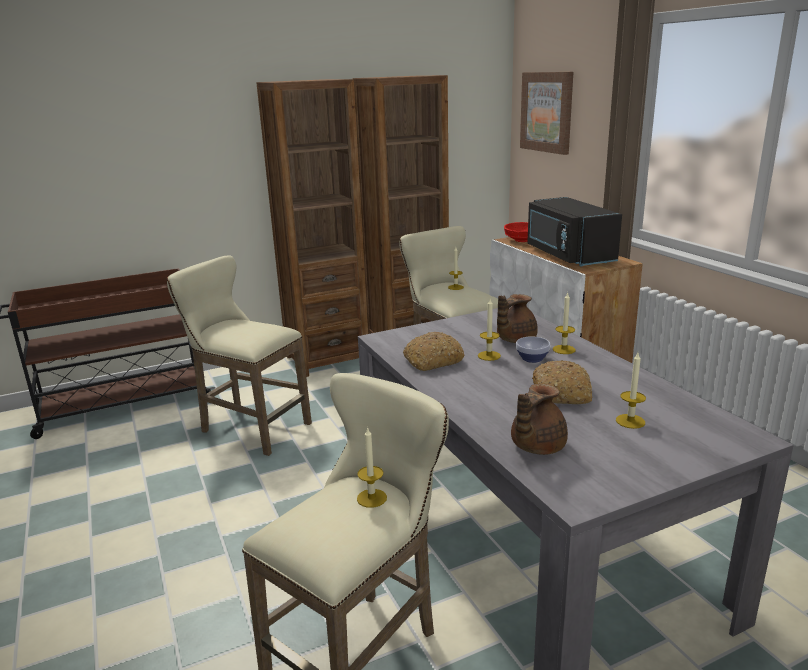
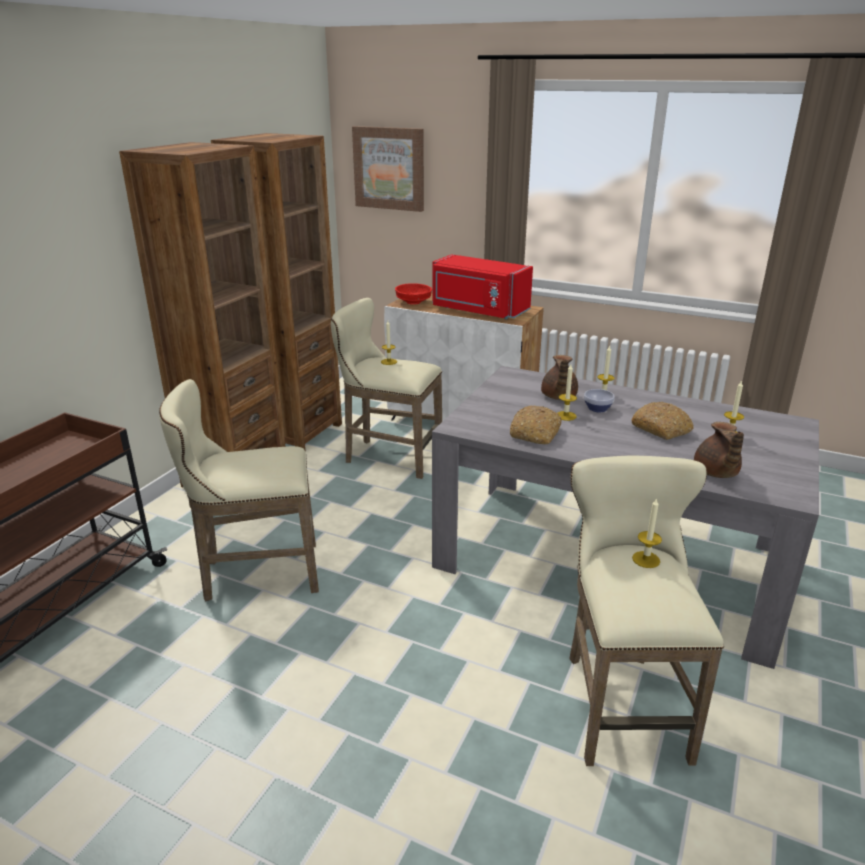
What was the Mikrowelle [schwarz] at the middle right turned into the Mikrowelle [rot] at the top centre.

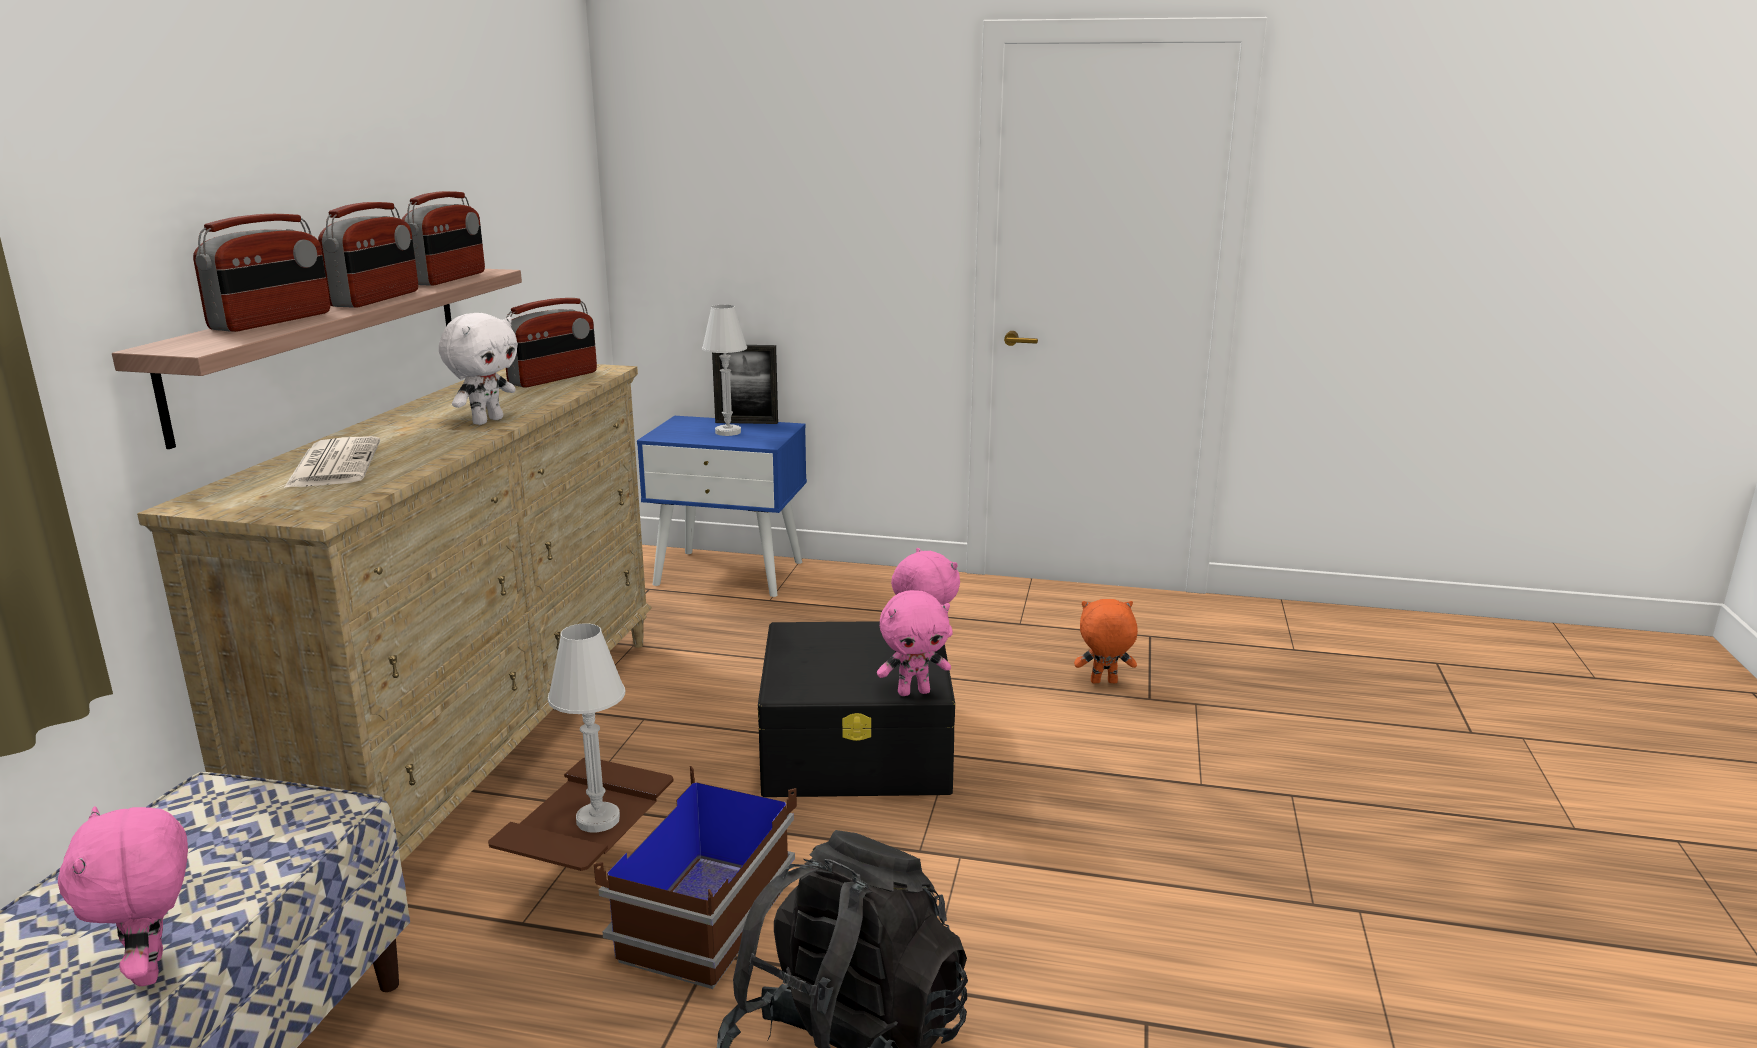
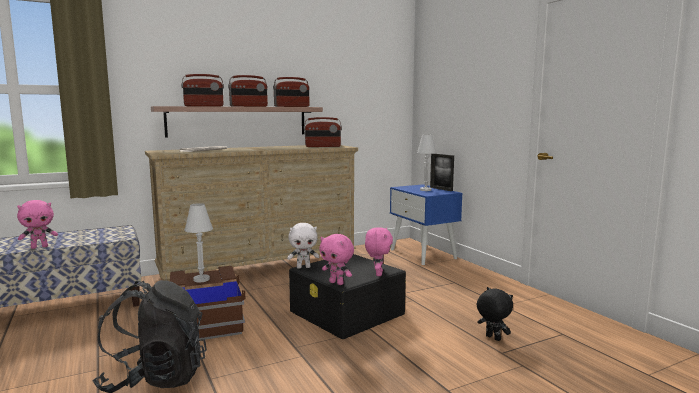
The Plüschtier [rosa] (1st from left) at the bottom left ended up facing another way, 150 degrees counterclockwise from before. The Plüschtier [weiß] ended up elsewhere, having gone from the middle left to the centre. What was the Plüschtier [orange] at the centre turned into the Plüschtier [schwarz] at the bottom right.

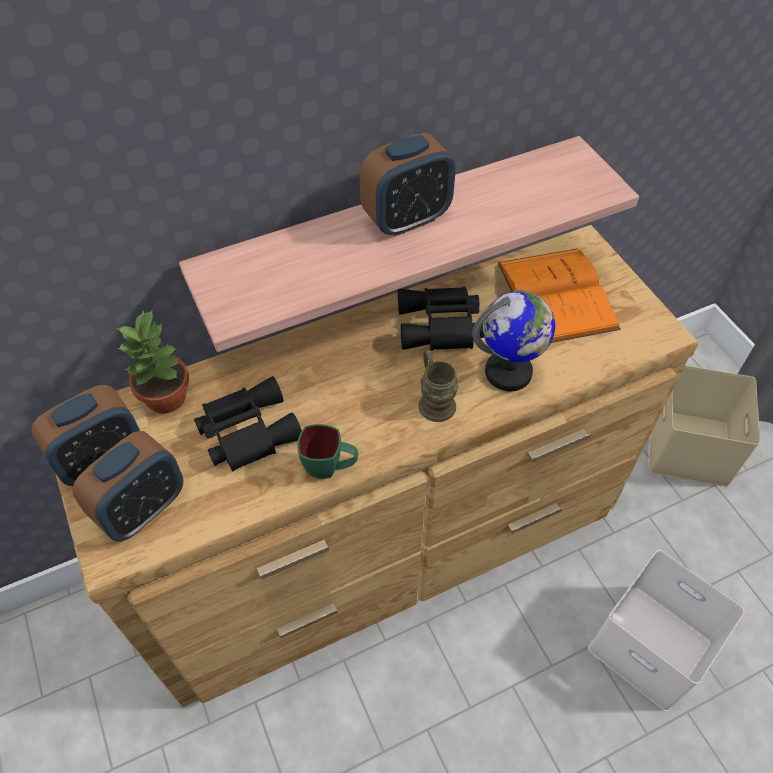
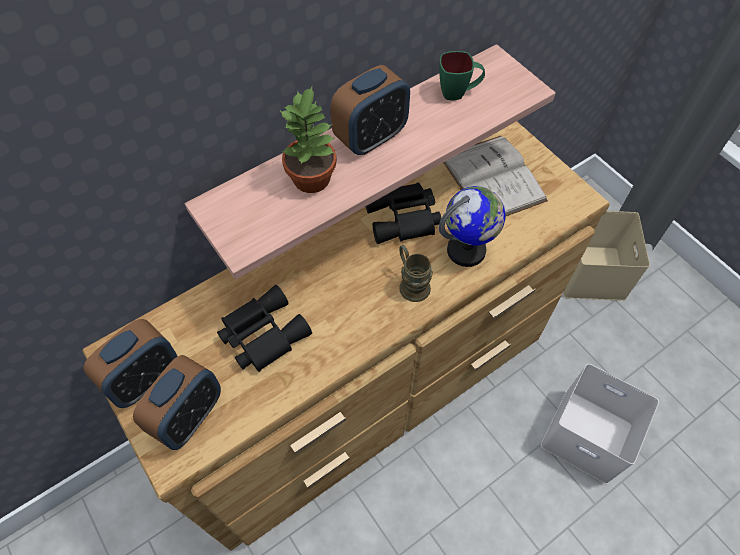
The Topfpflanze ended up elsewhere, having gone from the middle left to the top centre. The Henkelbecher [grün] ended up elsewhere, having gone from the centre to the top centre. What was the Buch [orange] at the middle right turned into the Buch [weiß] at the top right.

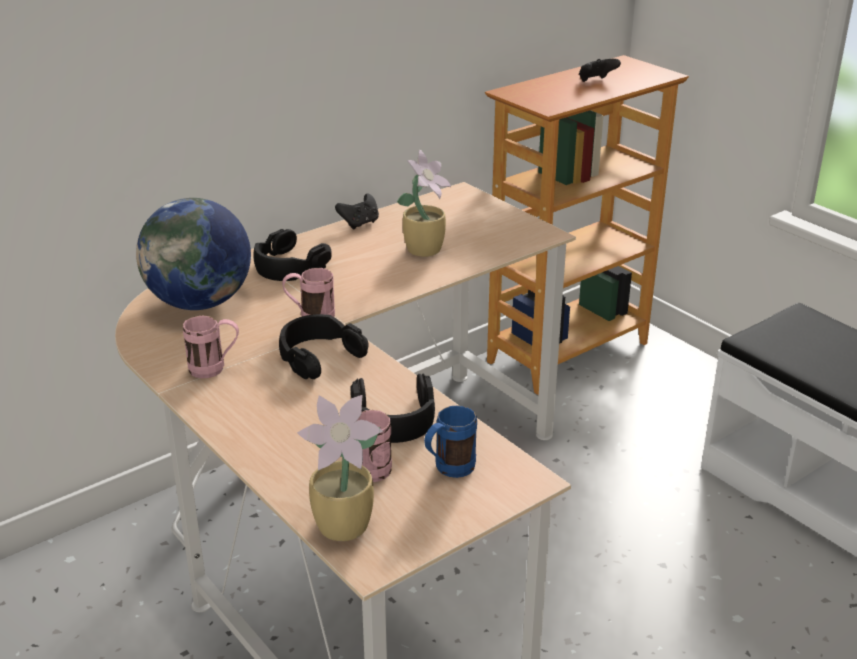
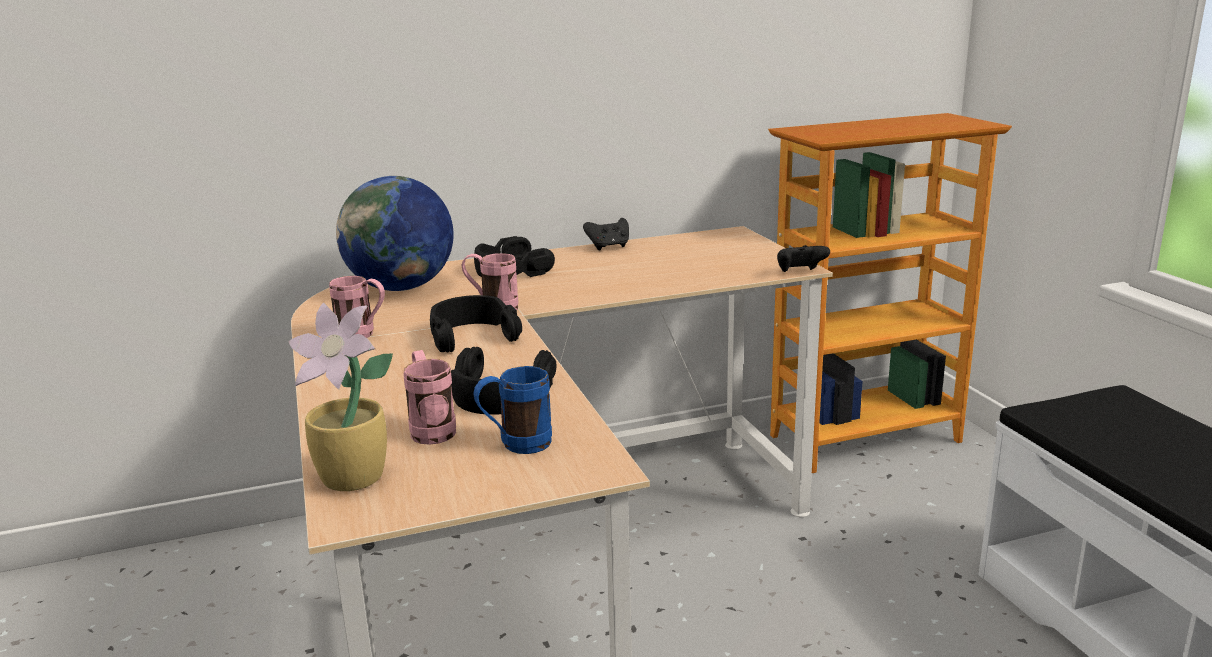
The second view lost the Topfpflanze (2nd from left) at the top centre. The Gamepad [schwarz] (2nd from left) ended up elsewhere, having gone from the top right to the centre.

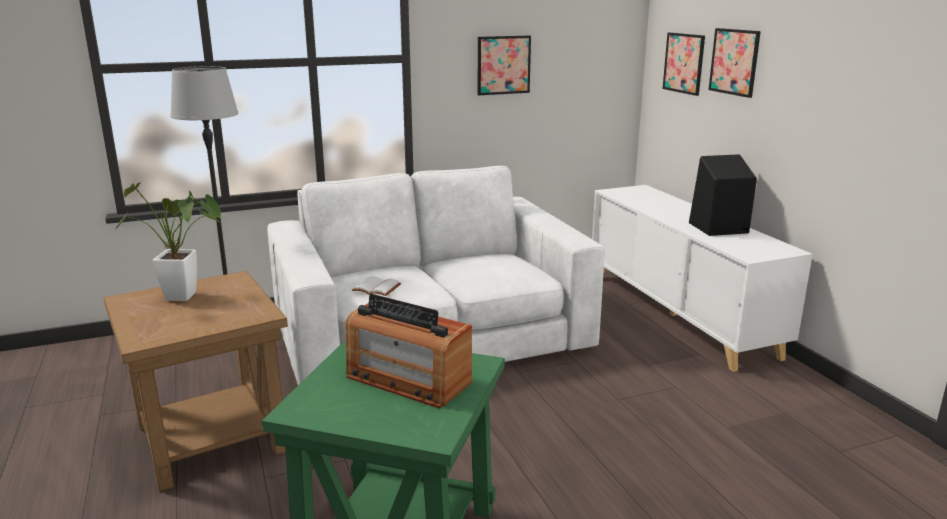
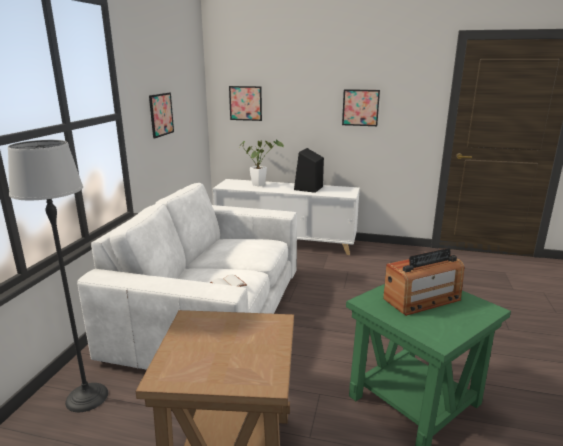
The Topfpflanze ended up elsewhere, having gone from the middle left to the centre. The Bild (3rd from left) ended up elsewhere, having gone from the top right to the top centre.

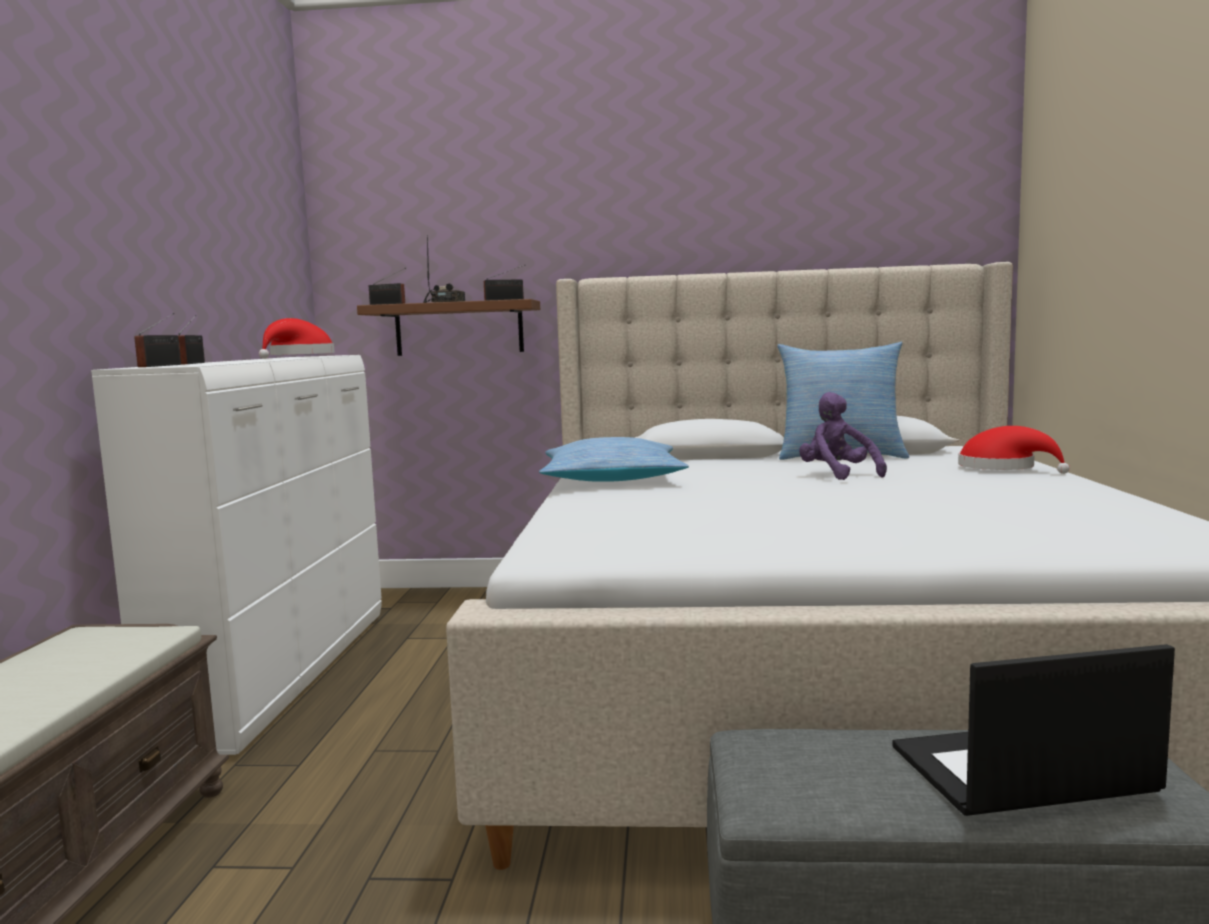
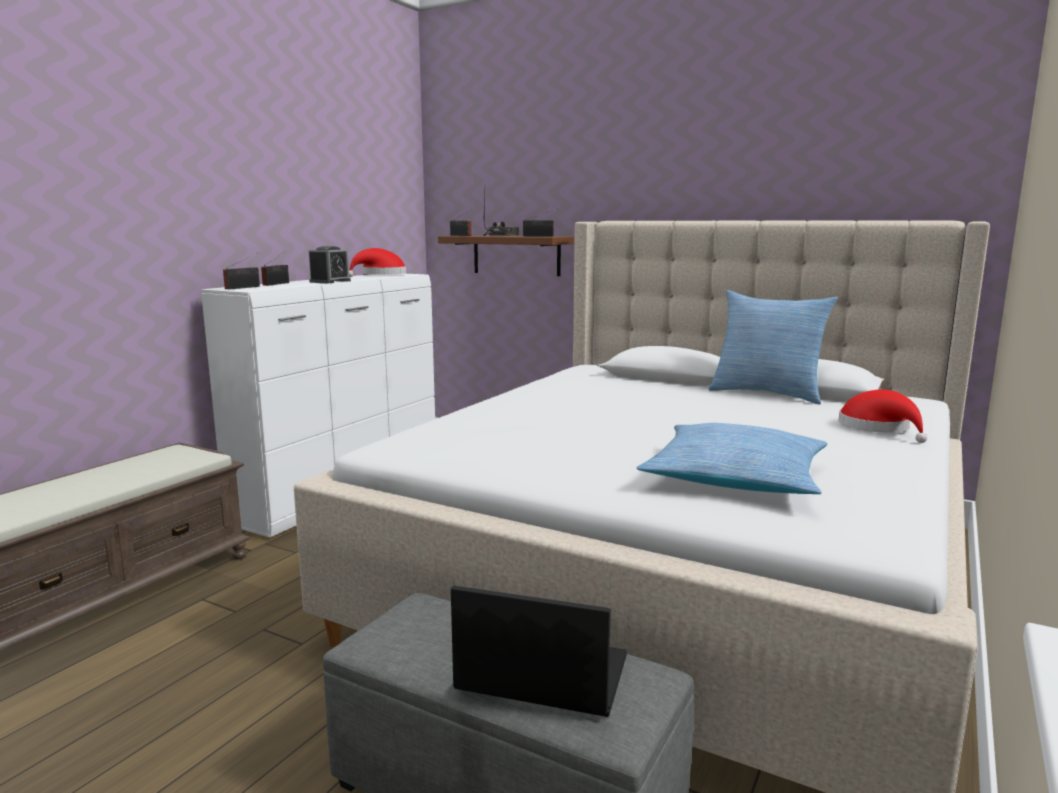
The Kissen (1st from left) ended up elsewhere, having gone from the centre to the middle right. The second view lost the Plüschtier [lila] at the middle right. The second view gained the Wecker at the top left.

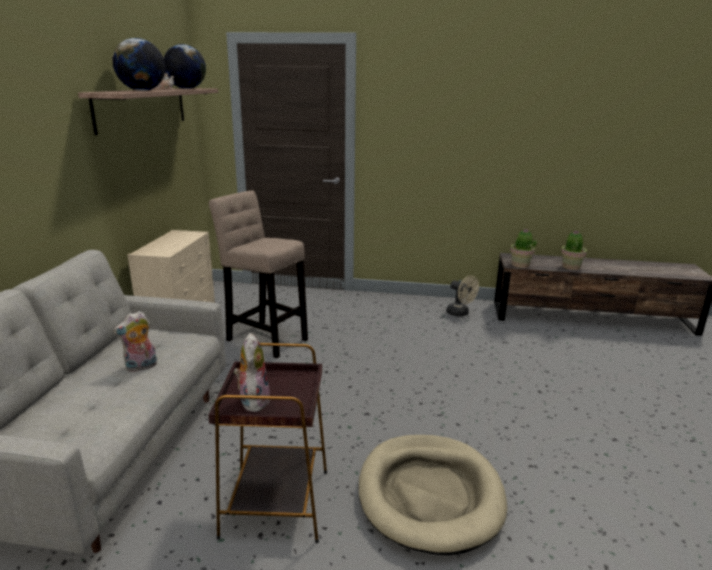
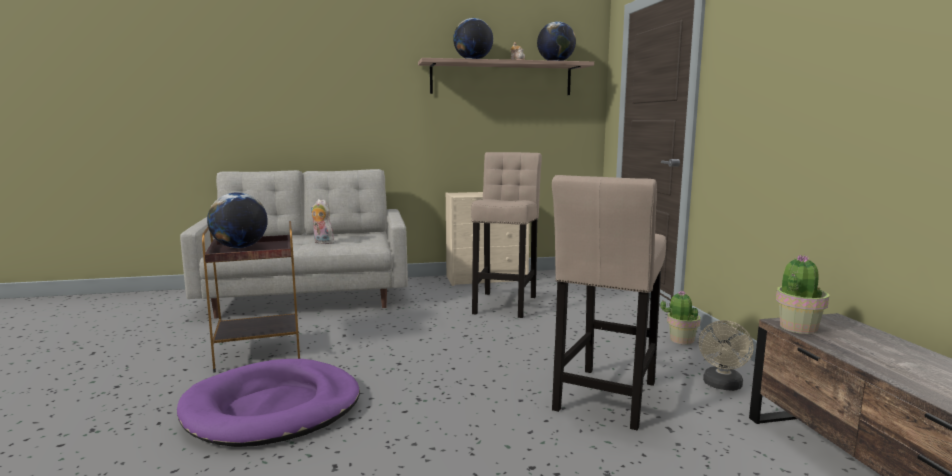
Where the Plüschtier (2nd from left) stood at the centre, the Globus (1st from left) came to stand at the middle left. What was the Hundebett [beige] at the bottom centre turned into the Hundebett [lila] at the bottom left. The Topfpflanze (2nd from left in the first image) ended up elsewhere, having gone from the middle right to the bottom right. The second view gained the Hocker [beige] (2nd from left) at the centre.

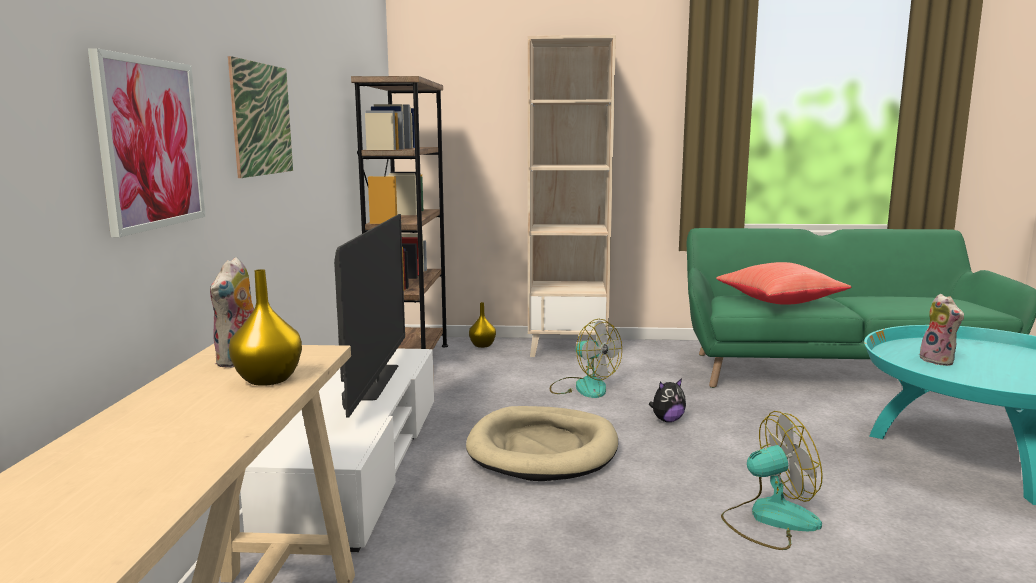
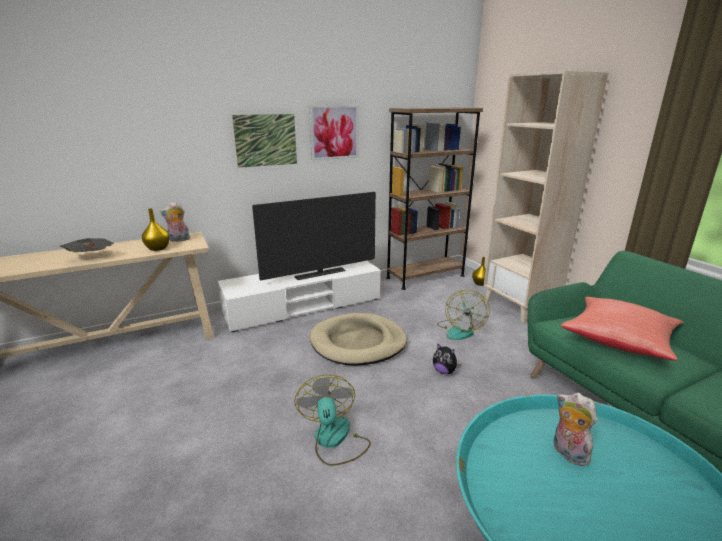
The Bild (1st from left in the first image) ended up elsewhere, having gone from the top left to the top centre. The Ventilator (2nd from left in the first image) at the bottom right ended up facing another way, 150 degrees counterclockwise from before. The Plüschtier (3rd from left) at the middle right ended up facing another way, 105 degrees clockwise from before. The second view gained the Zeitung at the middle left.

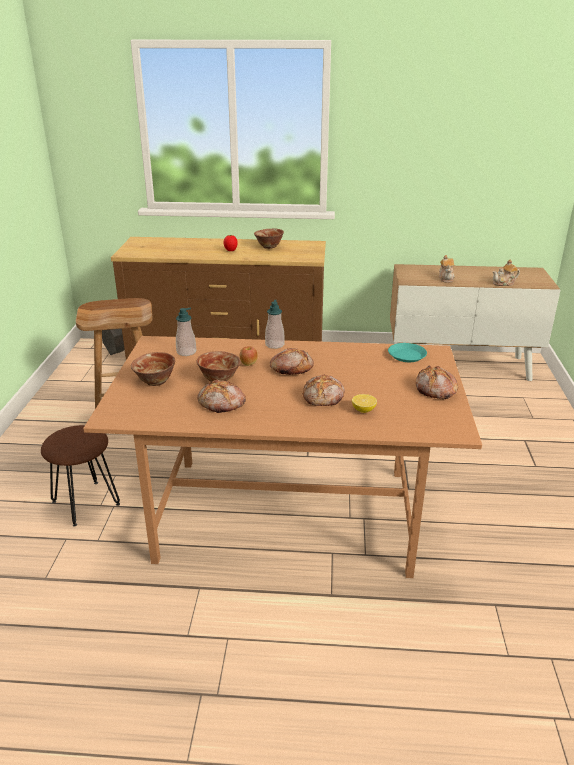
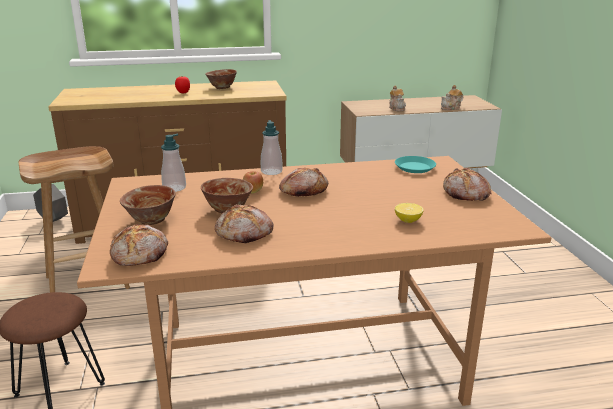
The Brot (3rd from left in the first image) ended up elsewhere, having gone from the centre to the middle left.

